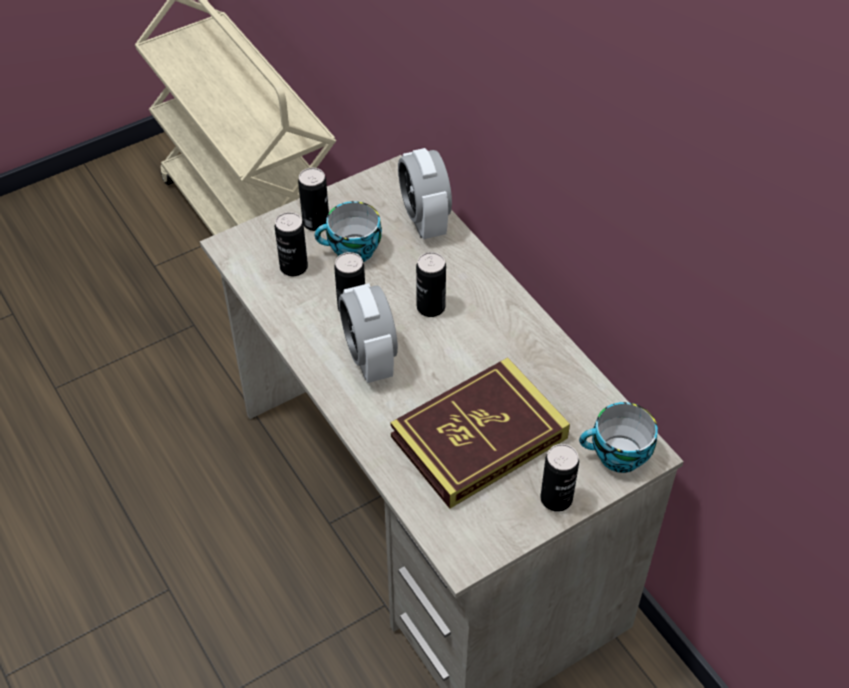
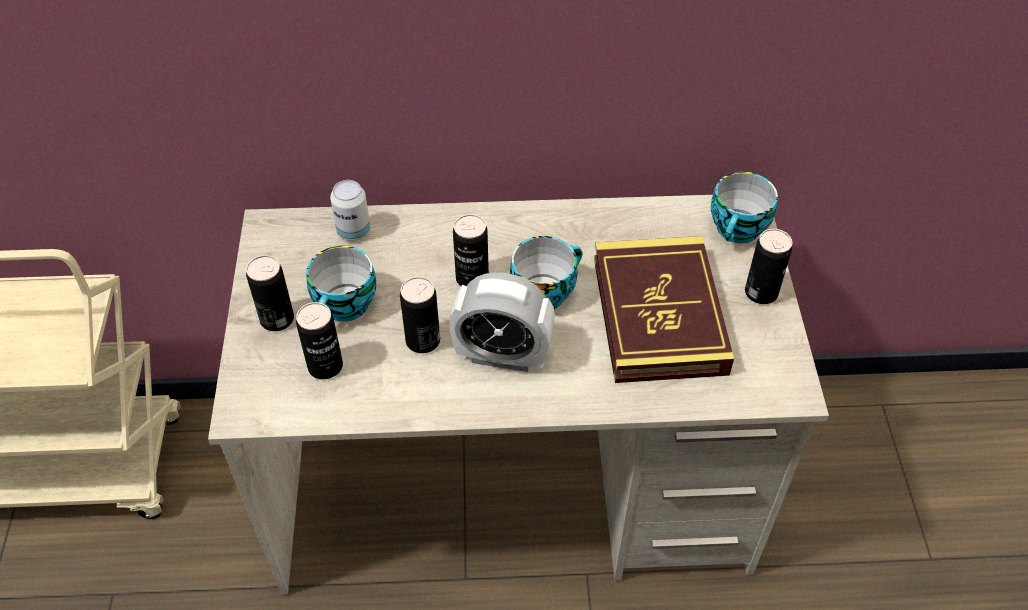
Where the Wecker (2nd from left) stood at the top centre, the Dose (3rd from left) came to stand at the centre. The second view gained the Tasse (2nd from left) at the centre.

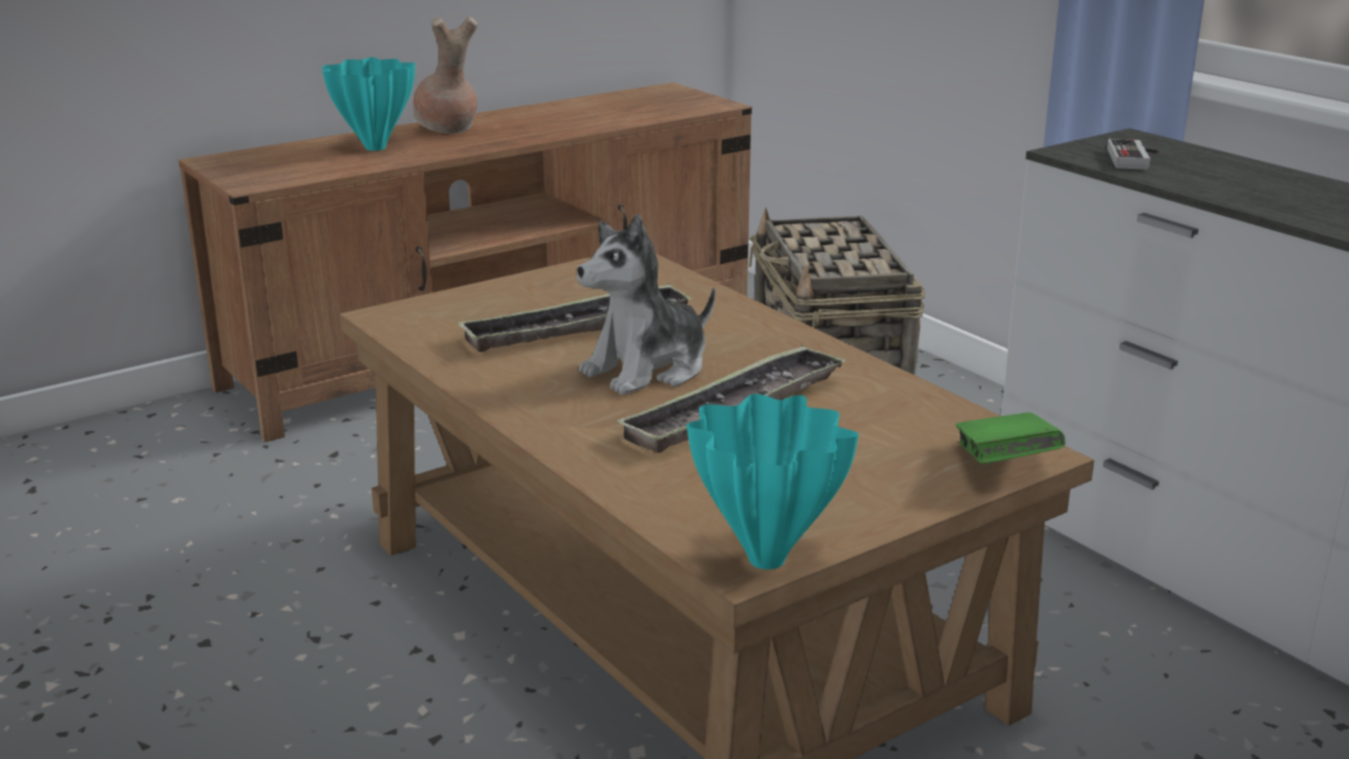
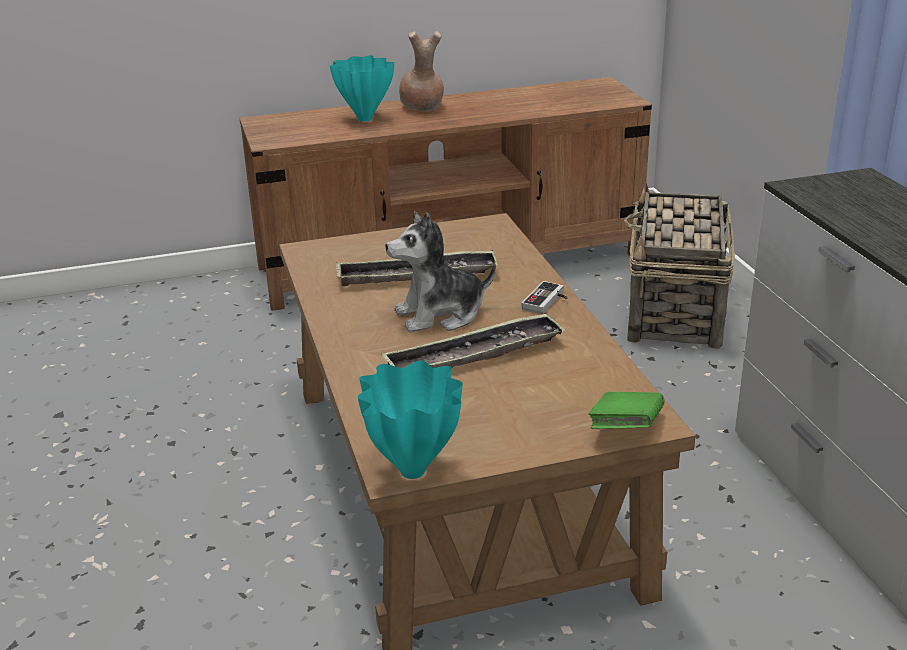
The Gamepad ended up elsewhere, having gone from the top right to the centre.

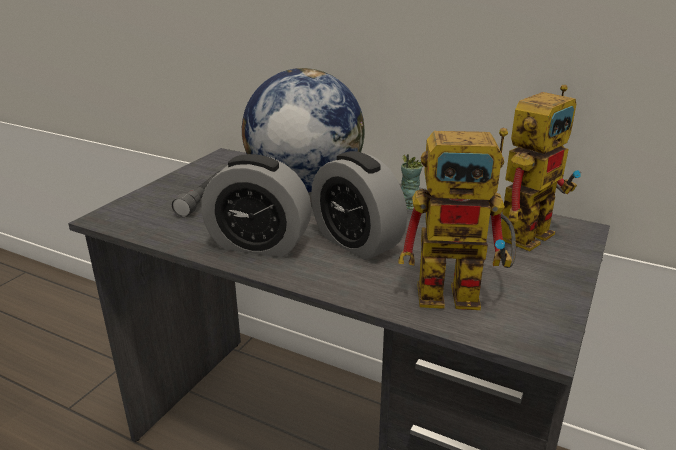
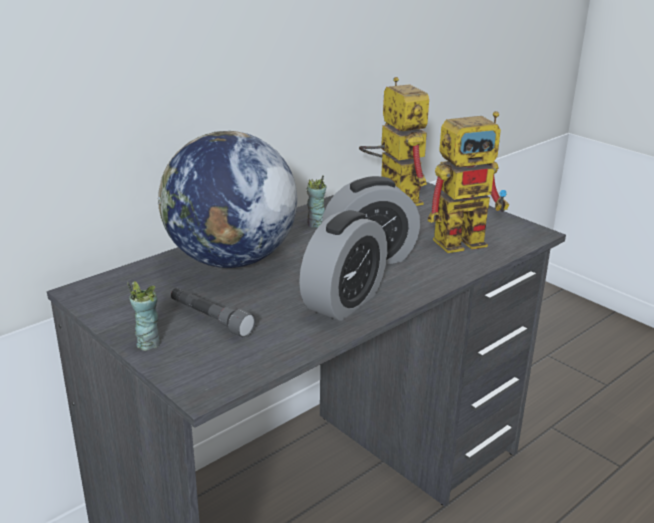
The Spielzeugroboter (1st from left in the first image) at the middle right ended up facing another way, 45 degrees clockwise from before. The second view gained the Tasse (1st from left) at the middle left.

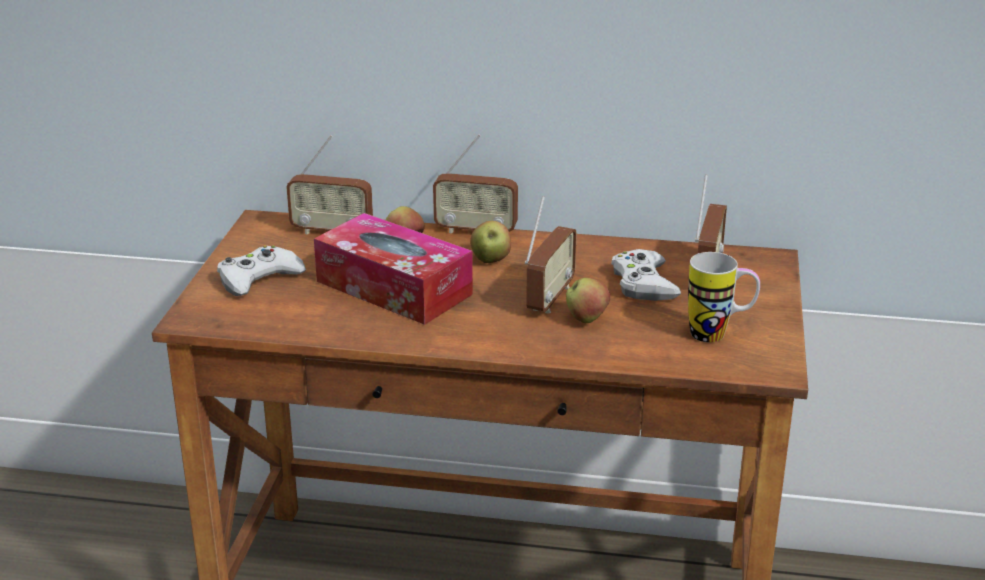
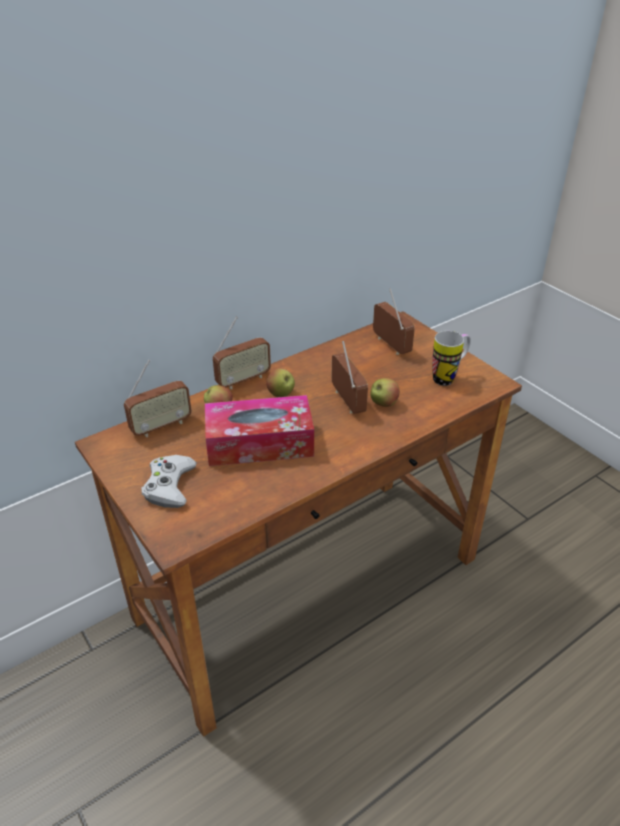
The second view lost the Gamepad [weiß] (2nd from left) at the centre.

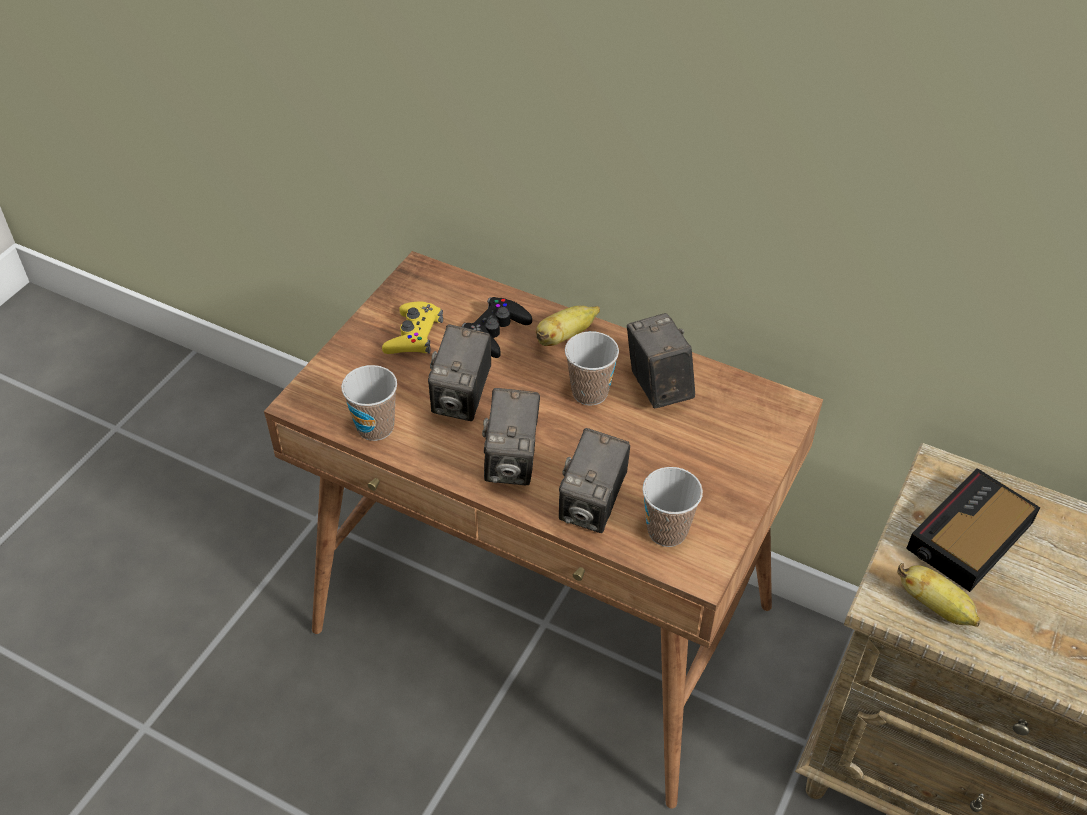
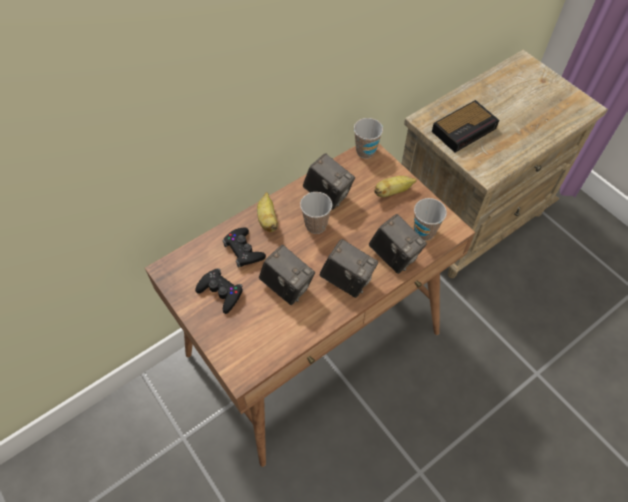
The Tasse (1st from left in the first image) ended up elsewhere, having gone from the centre to the top centre. What was the Gamepad [gelb] at the centre turned into the Gamepad [schwarz] (1st from left) at the centre. The Kamera (4th from left in the first image) at the centre ended up facing another way, 150 degrees counterclockwise from before. The Banane (2nd from left) ended up elsewhere, having gone from the bottom right to the centre. The Wecker at the middle right ended up facing another way, 105 degrees counterclockwise from before.

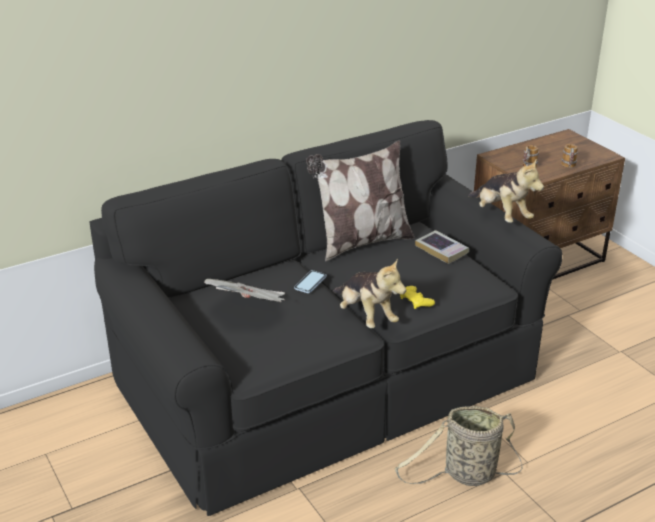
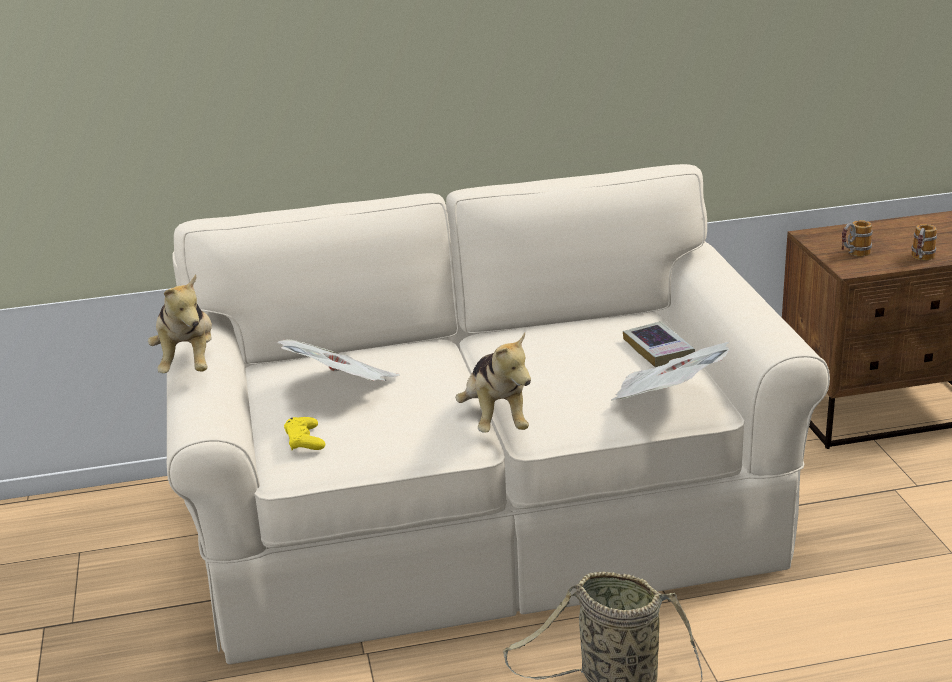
What was the Sofa [schwarz] at the centre turned into the Sofa [beige] at the centre. The second view lost the Handy at the centre. The second view lost the Kissen at the centre. The Gamepad [gelb] ended up elsewhere, having gone from the centre to the middle left. The Plüschtier (2nd from left in the first image) ended up elsewhere, having gone from the middle right to the middle left. The second view gained the Zeitung (2nd from left) at the middle right.

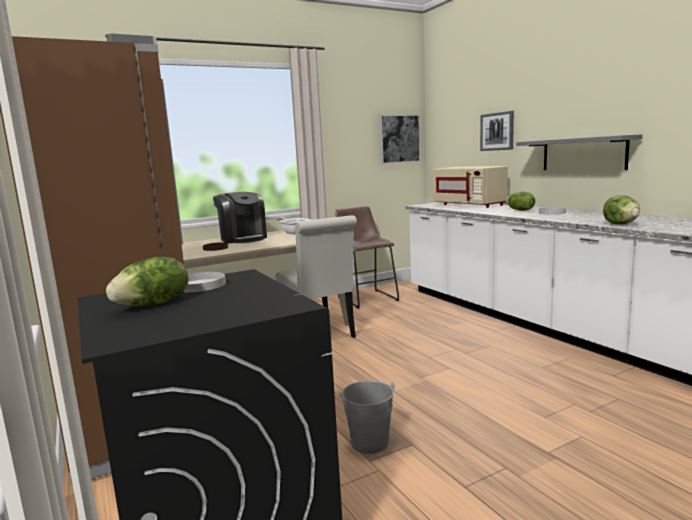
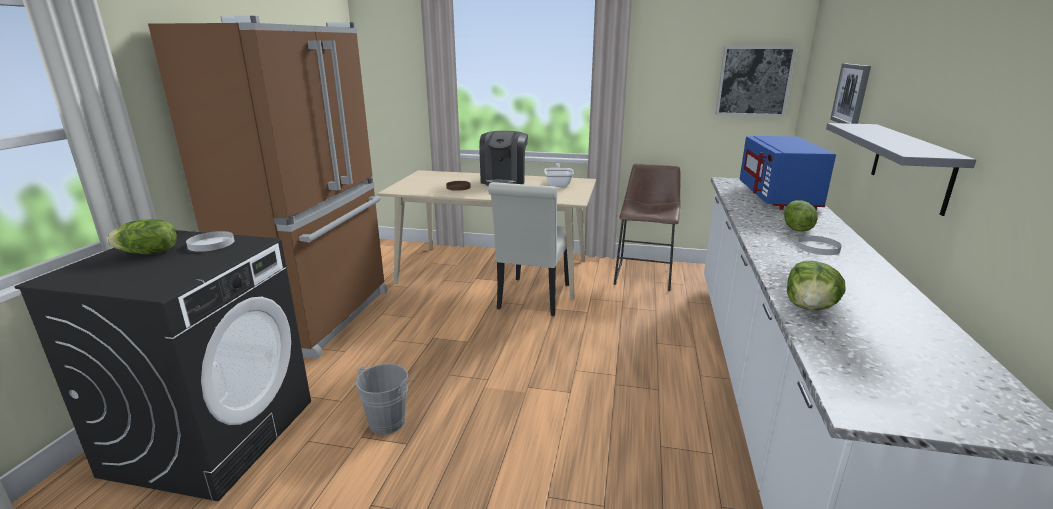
What was the Mikrowelle [beige] at the middle right turned into the Mikrowelle [blau] at the middle right.

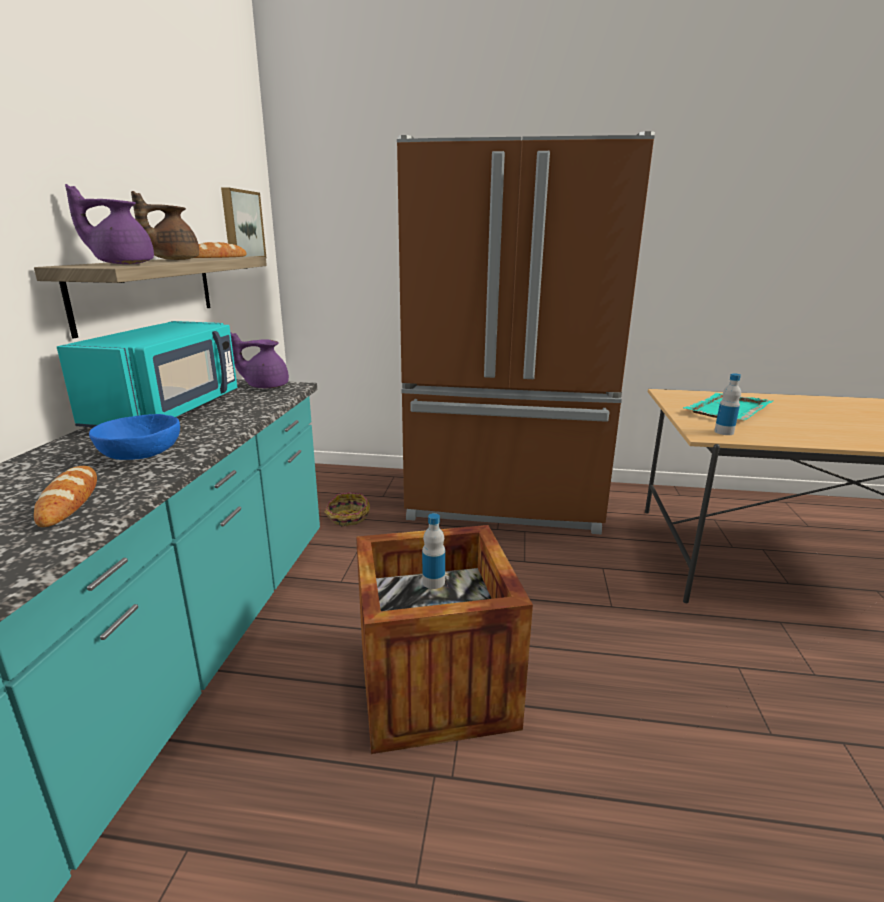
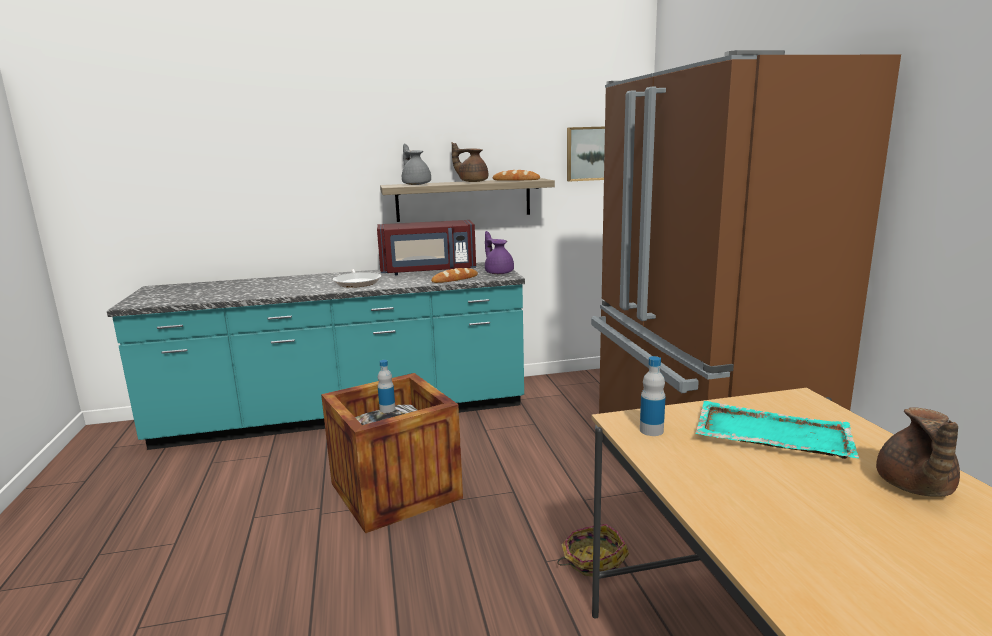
The Brot (1st from left) ended up elsewhere, having gone from the middle left to the centre. What was the Mikrowelle [türkis] at the middle left turned into the Mikrowelle [rot] at the centre. What was the Teekanne [lila] (1st from left) at the top left turned into the Teekanne [grau] at the top centre. Where the Schüssel [blau] stood at the middle left, the Pfanne came to stand at the centre. The Korb ended up elsewhere, having gone from the centre to the bottom centre. The second view gained the Teekanne [braun] (2nd from left) at the bottom right.

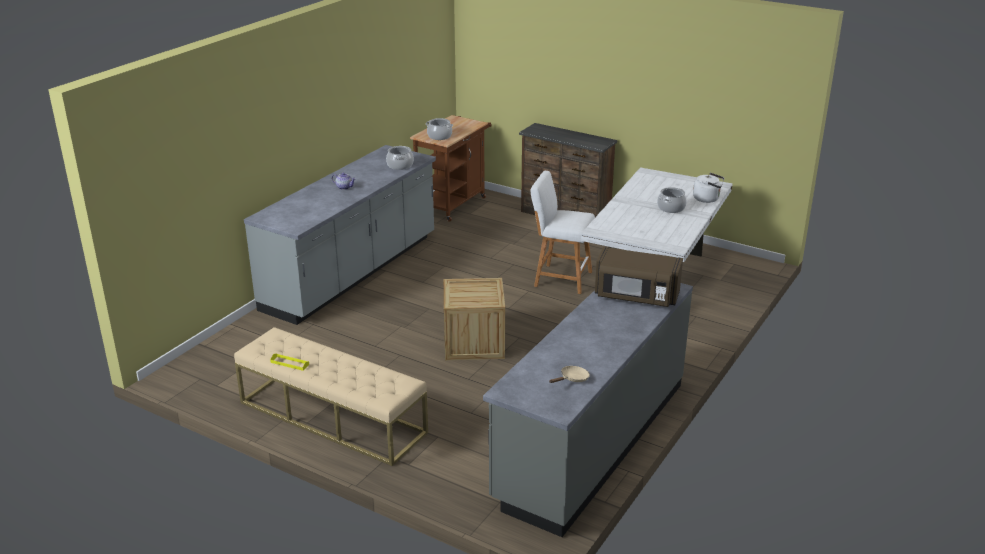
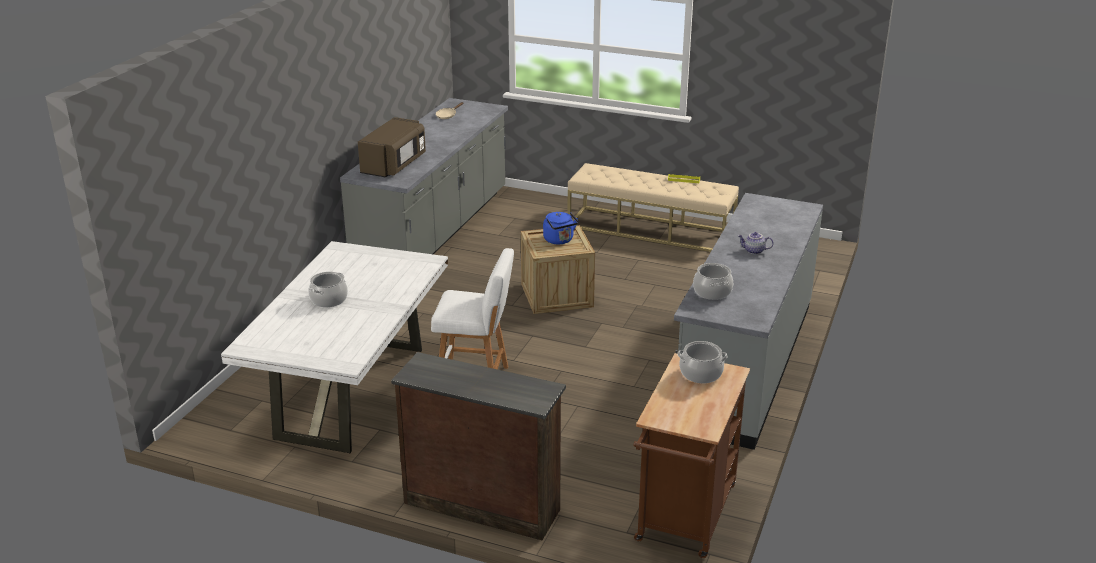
The Mikrowelle [braun] at the centre ended up facing another way, 105 degrees clockwise from before. The second view lost the Wasserkessel [weiß] at the middle right. The second view gained the Wasserkessel [blau] at the centre.

